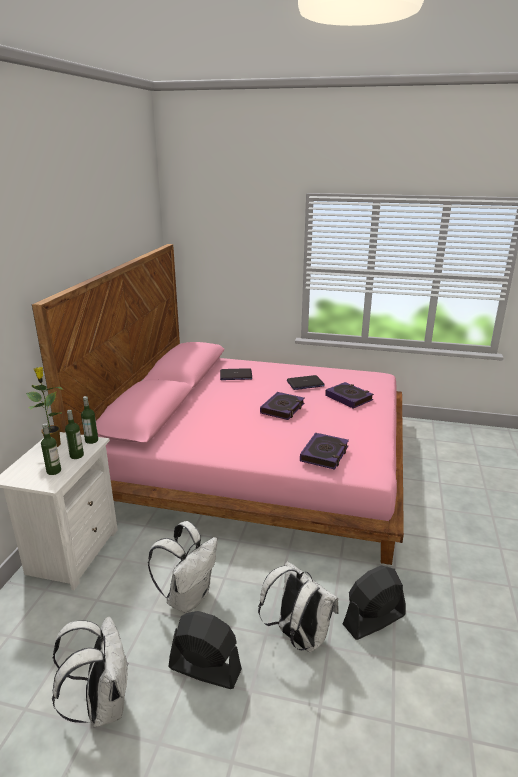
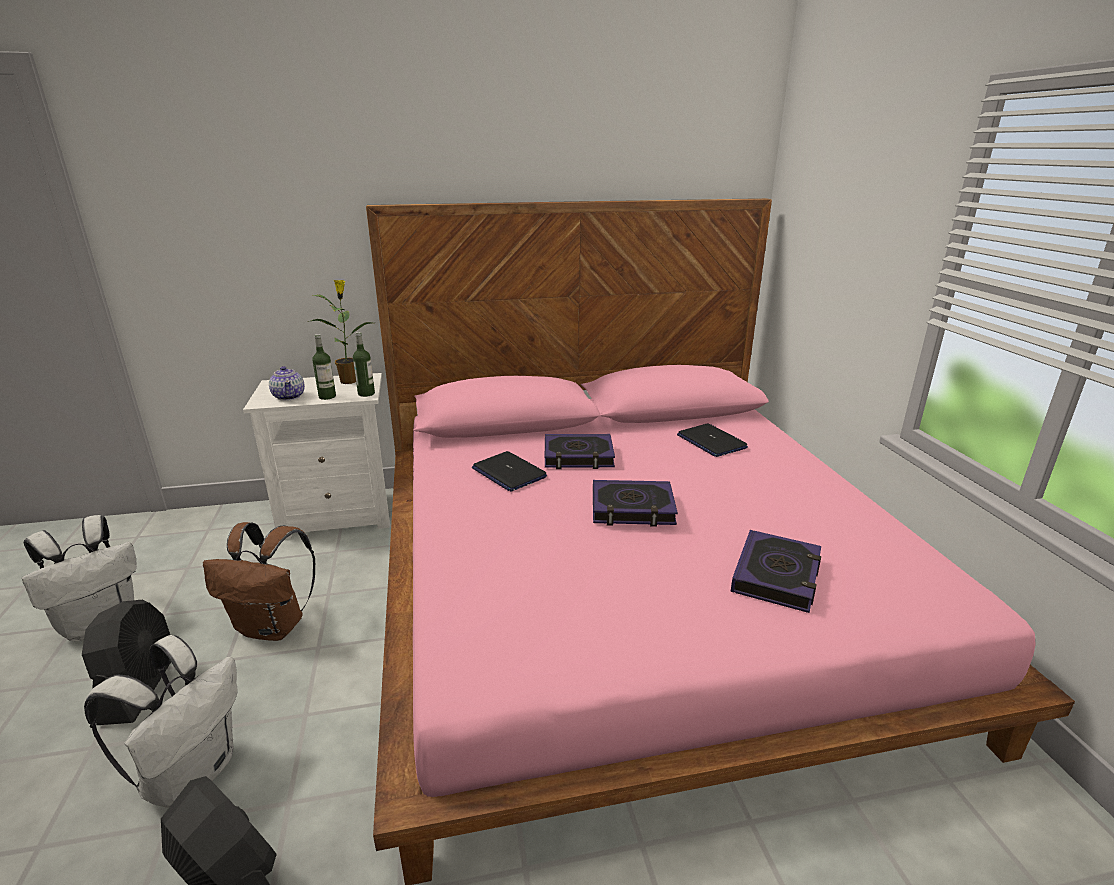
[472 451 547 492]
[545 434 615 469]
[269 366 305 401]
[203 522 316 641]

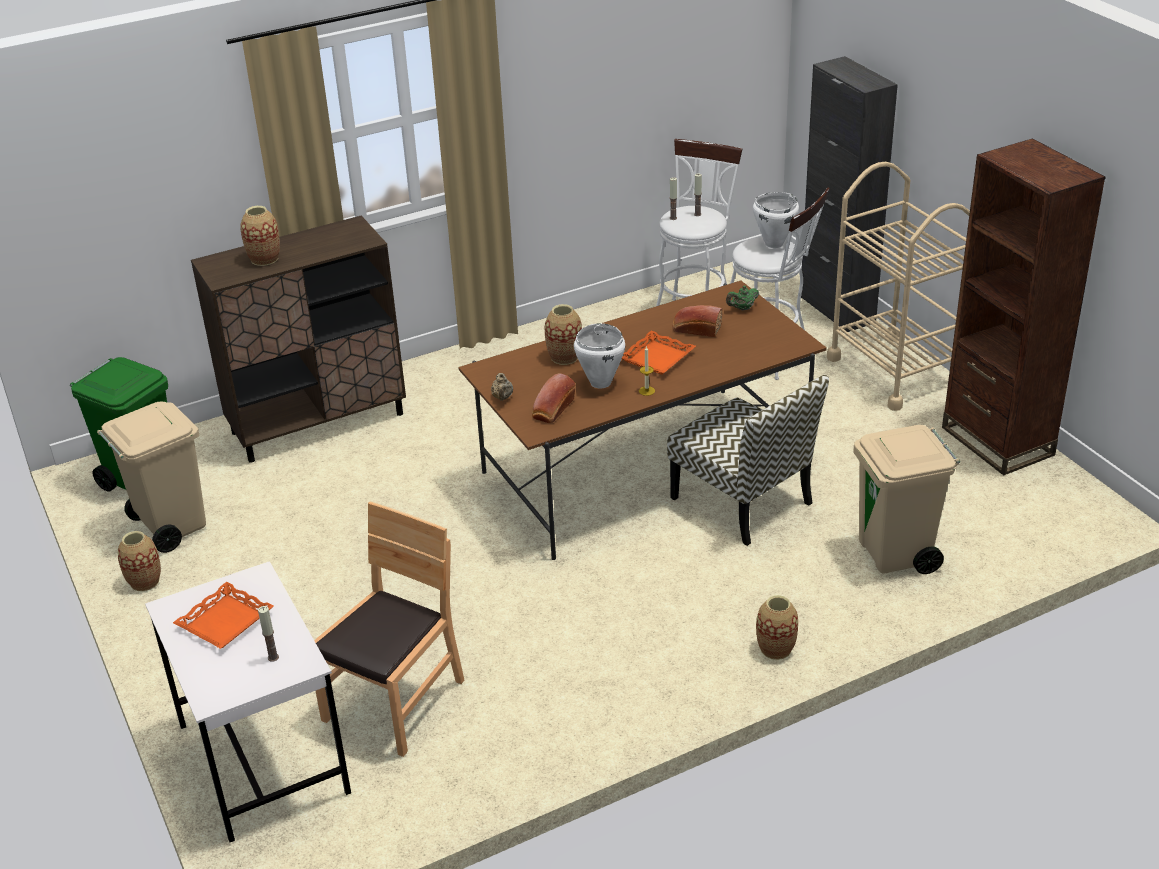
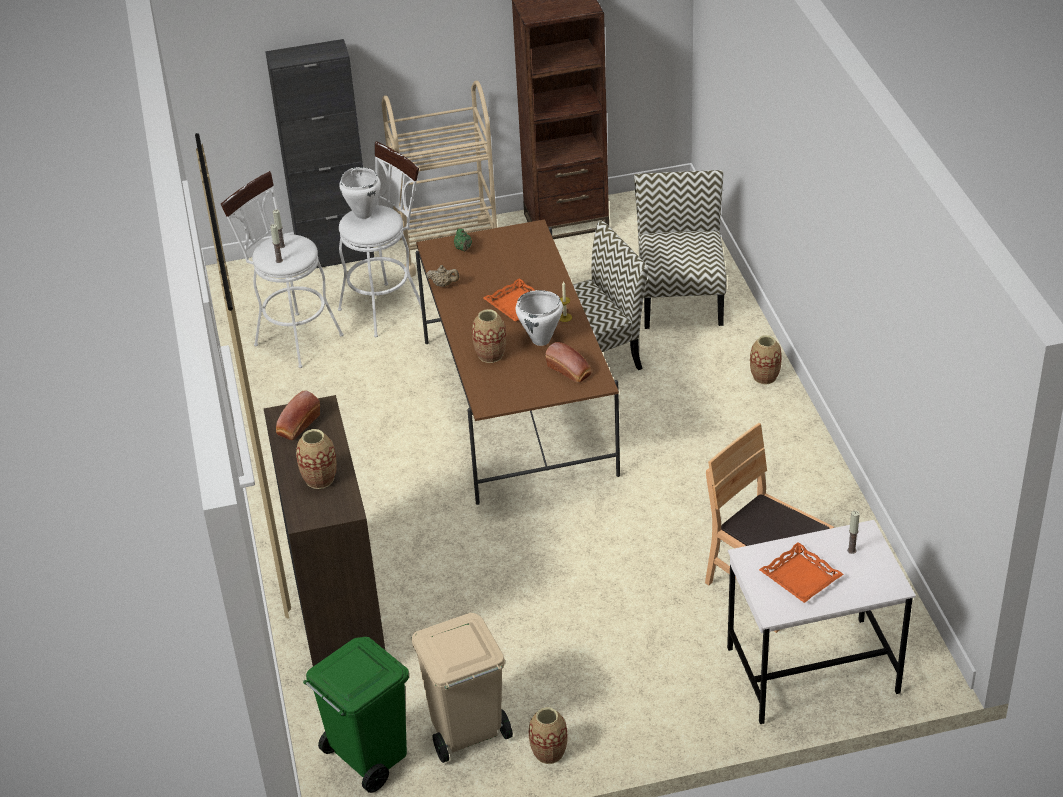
[426 265 460 287]
[276 390 320 440]
[634 170 727 329]

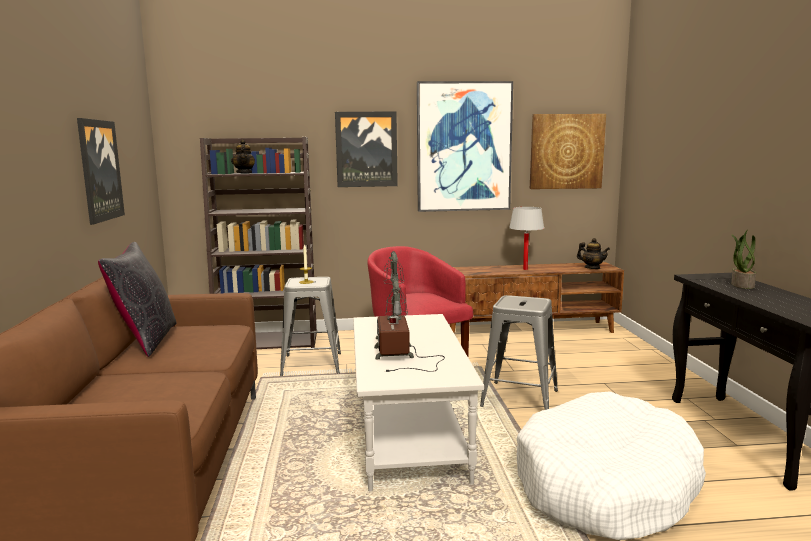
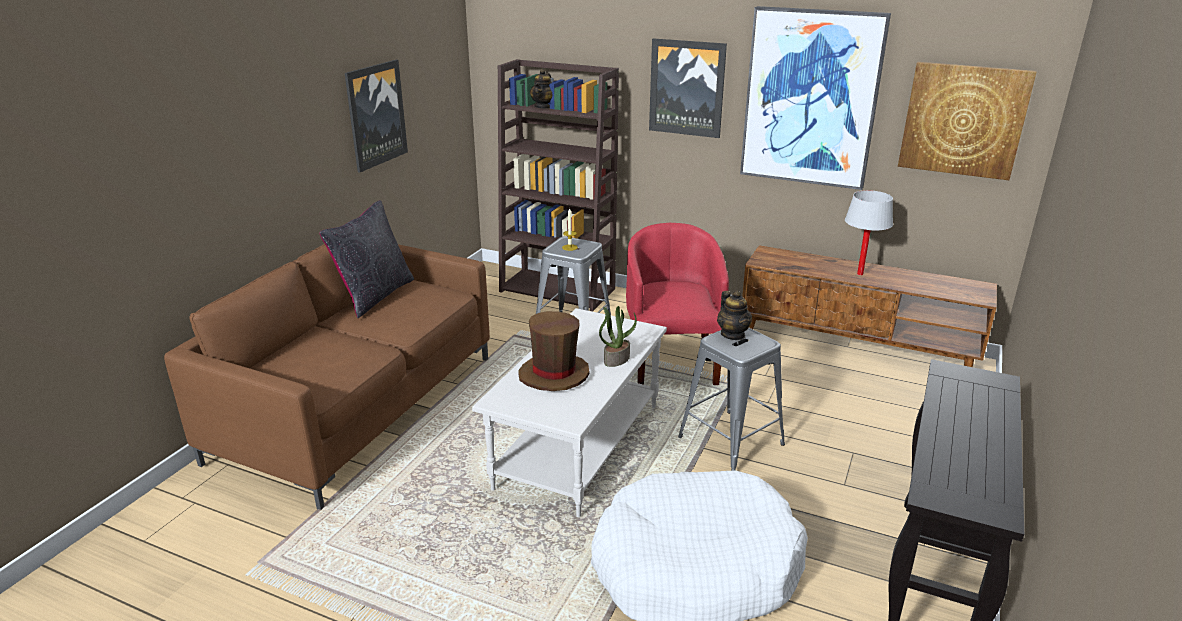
[717 291 752 340]
[599 306 637 367]
[518 311 589 391]

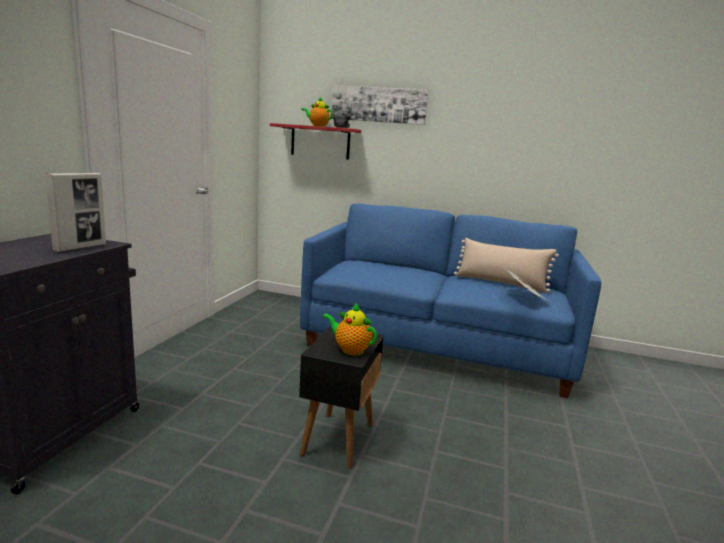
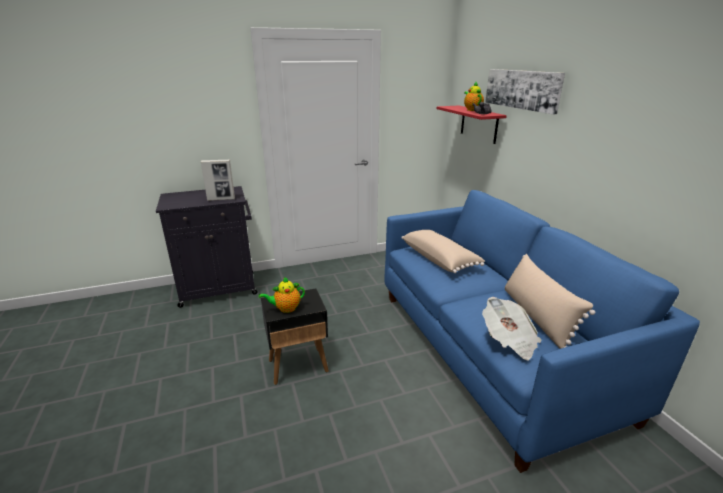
[401 230 485 273]
[259 277 305 313]

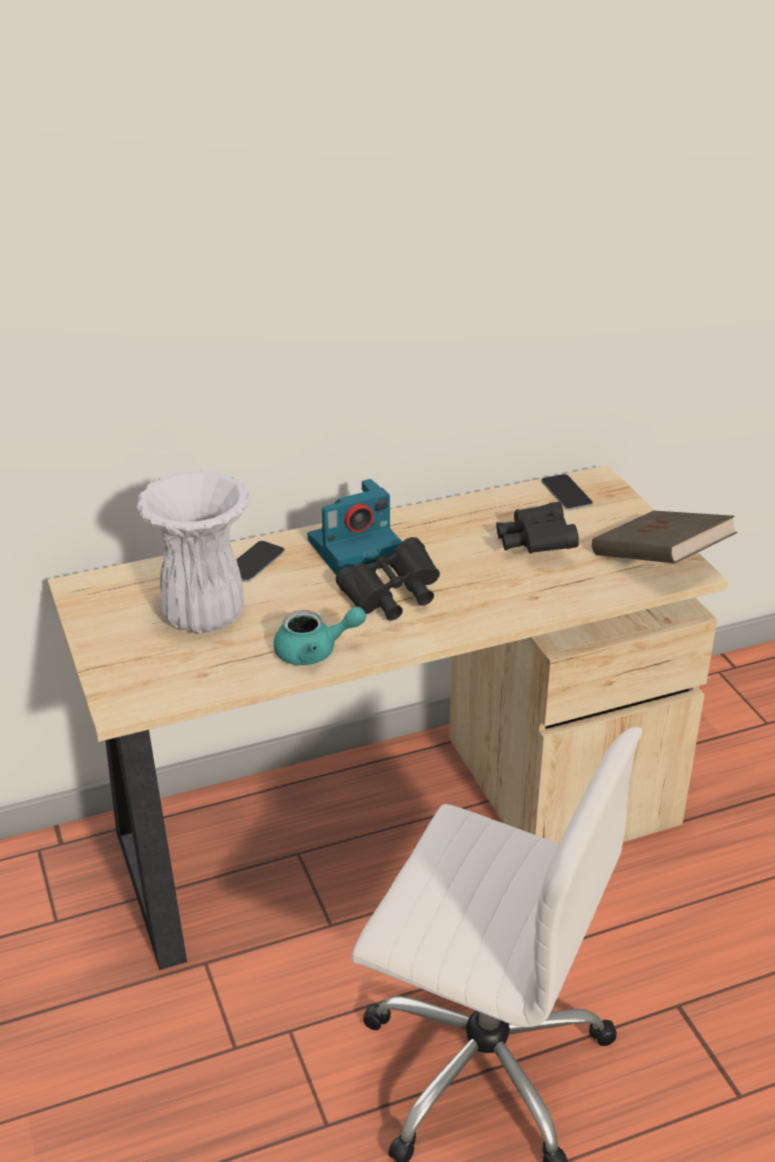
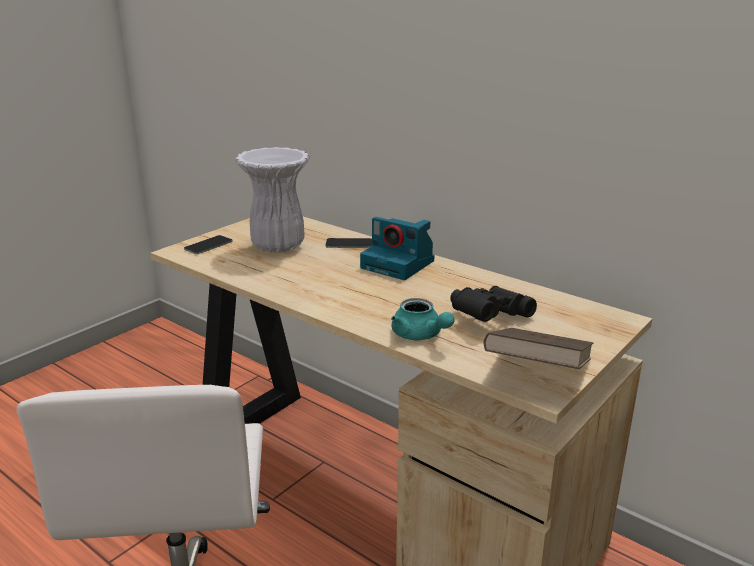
[336 537 440 621] (first image)
[391 298 454 340]
[184 235 232 254]

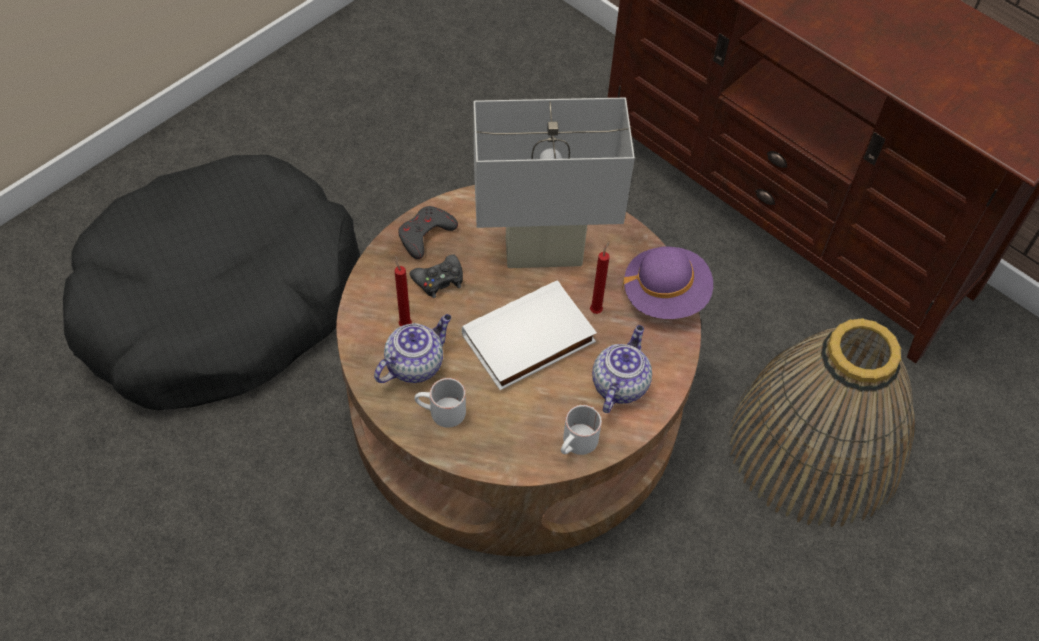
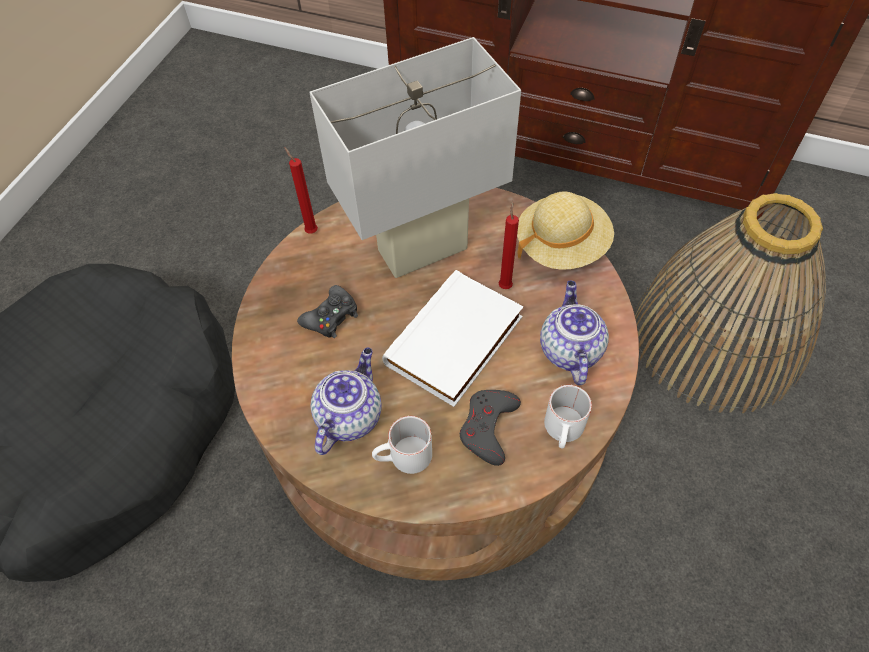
[285 147 318 234]
[460 390 521 466]
[517 191 614 270]

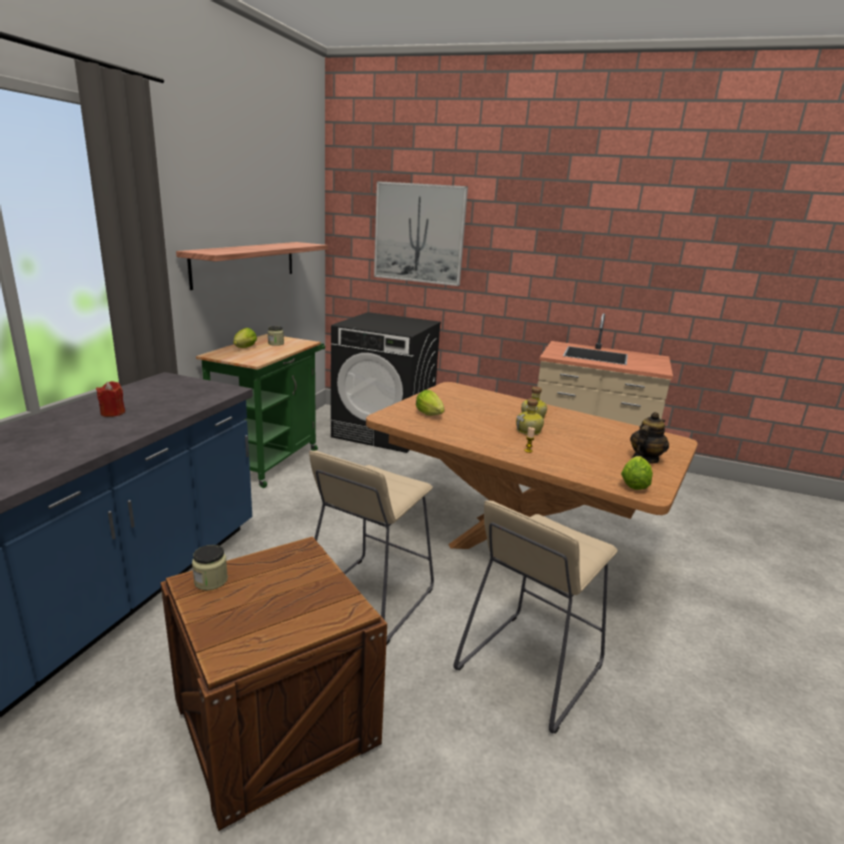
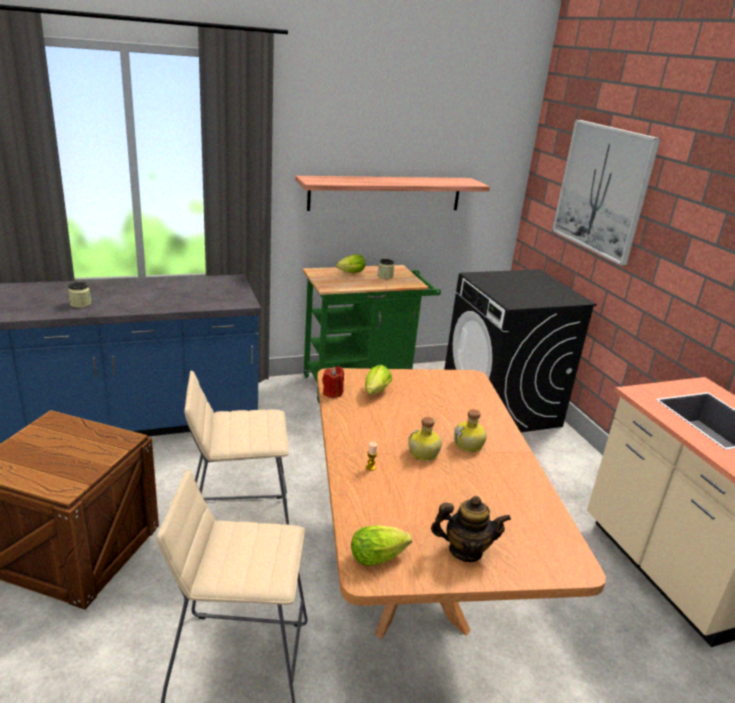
[322 366 344 398]
[68 282 91 308]

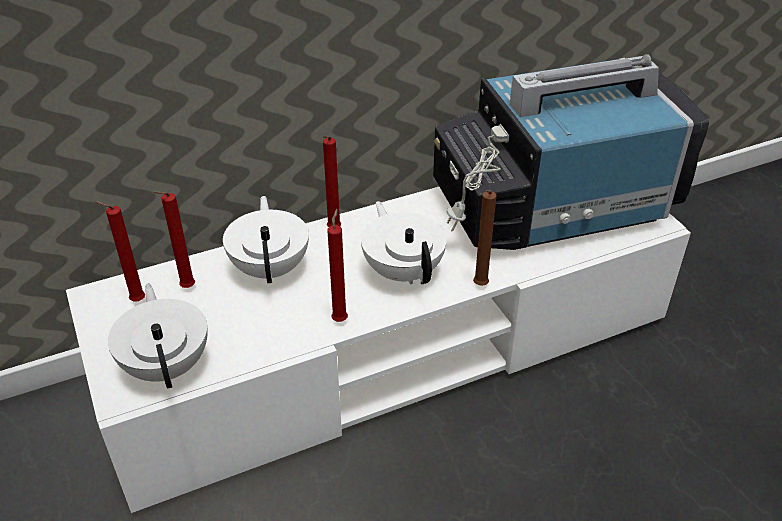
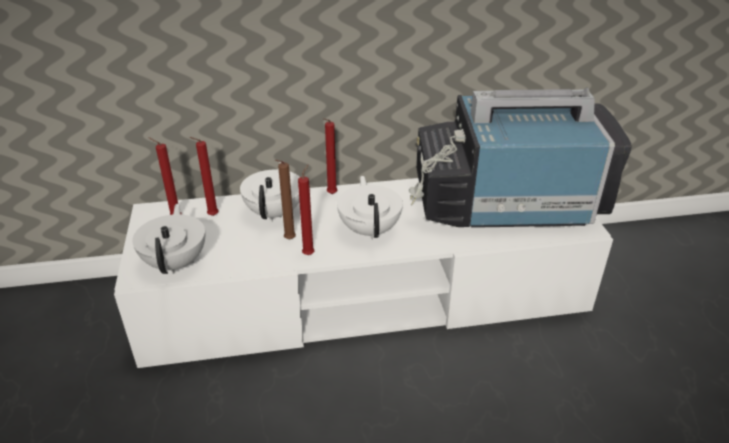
[275 160 296 239]

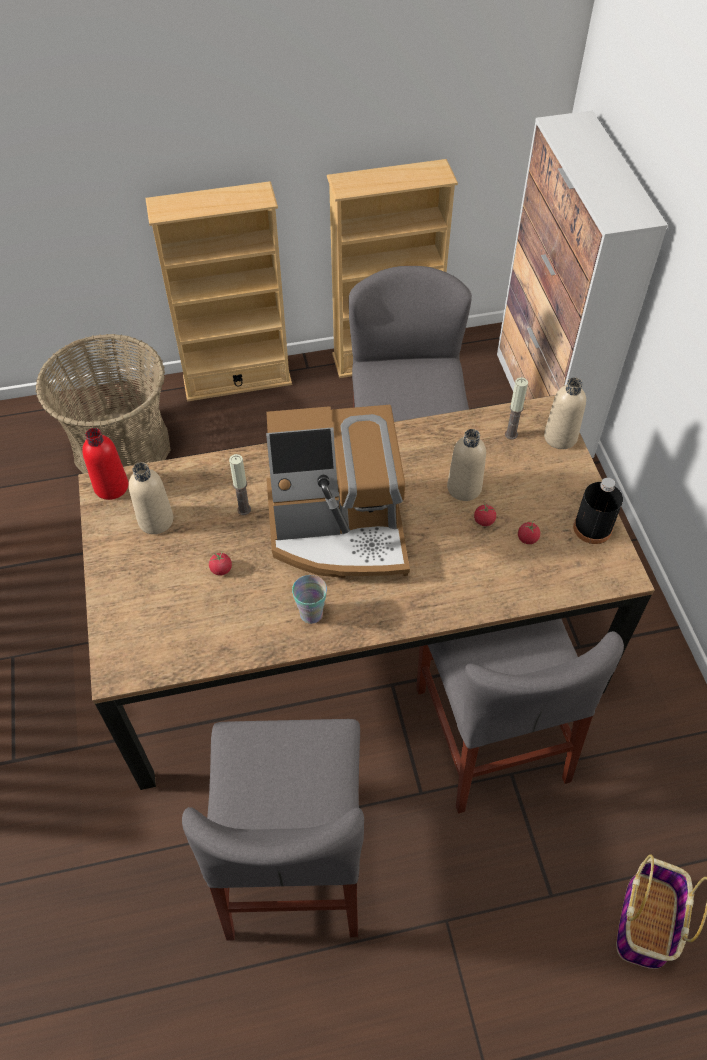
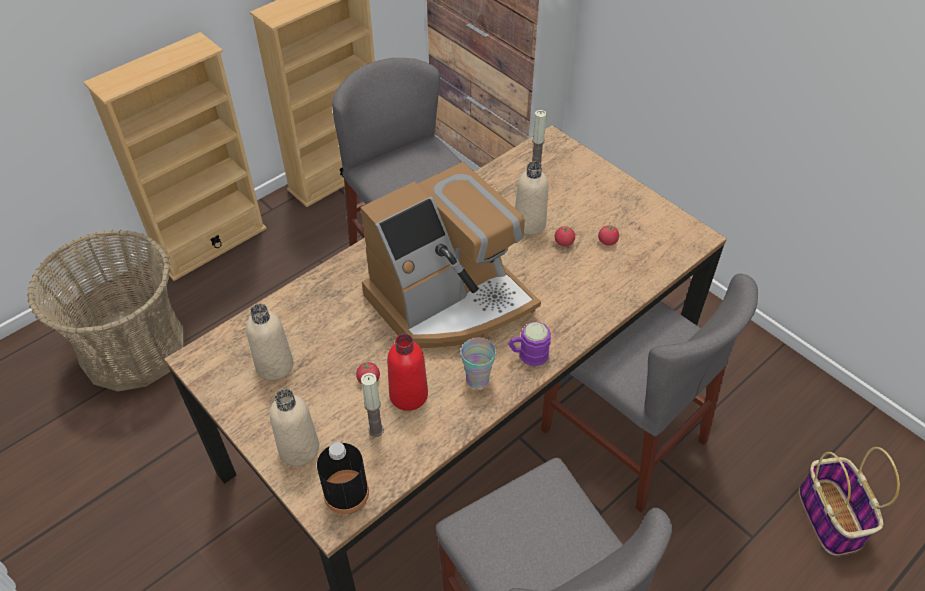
[508 322 551 366]
[387 334 428 411]
[361 373 384 437]
[270 389 319 466]
[317 442 369 514]

